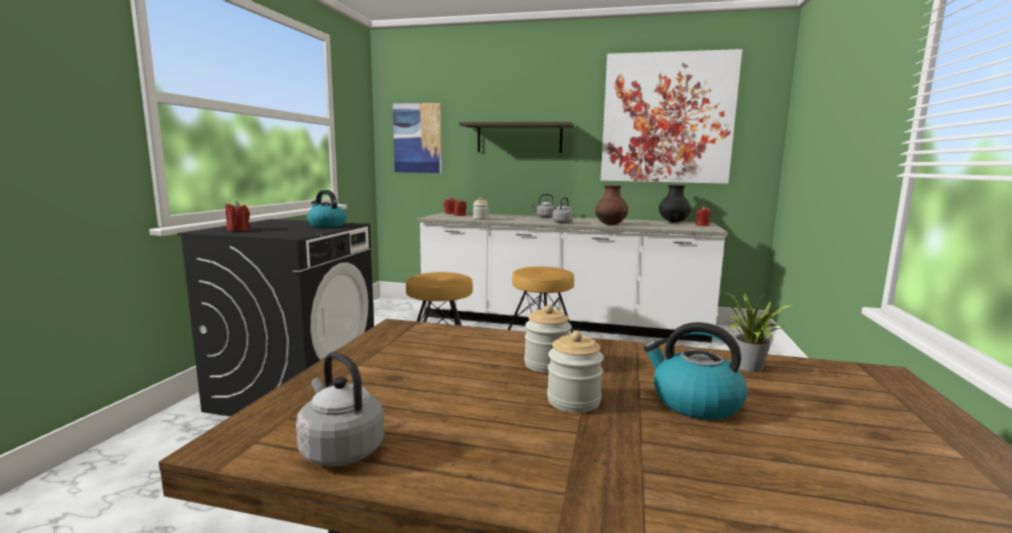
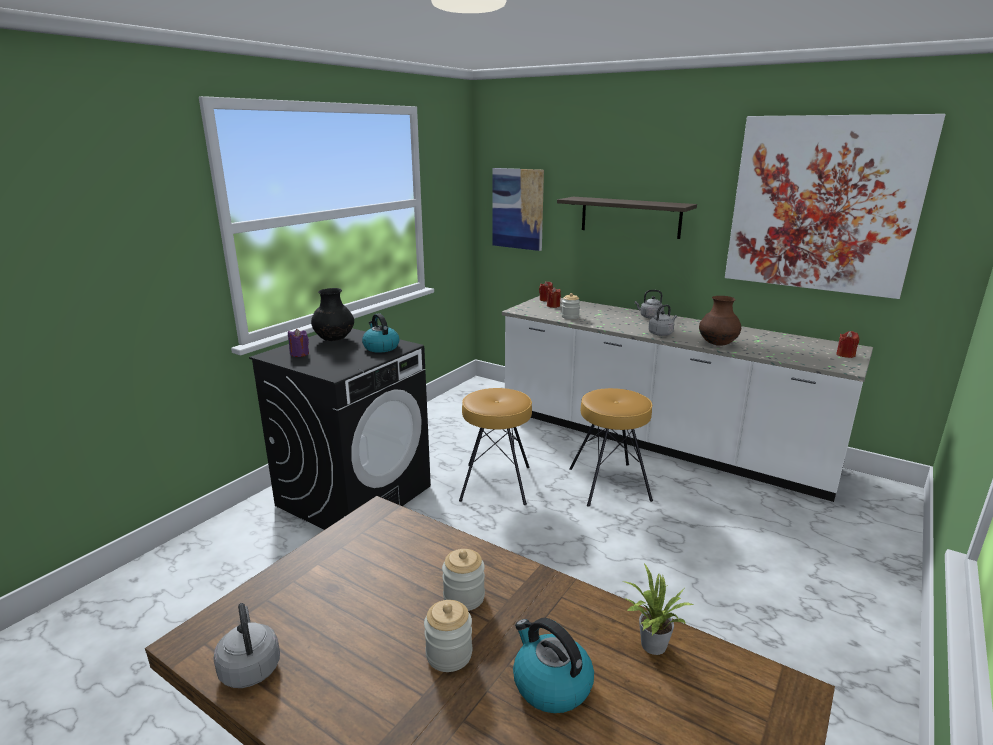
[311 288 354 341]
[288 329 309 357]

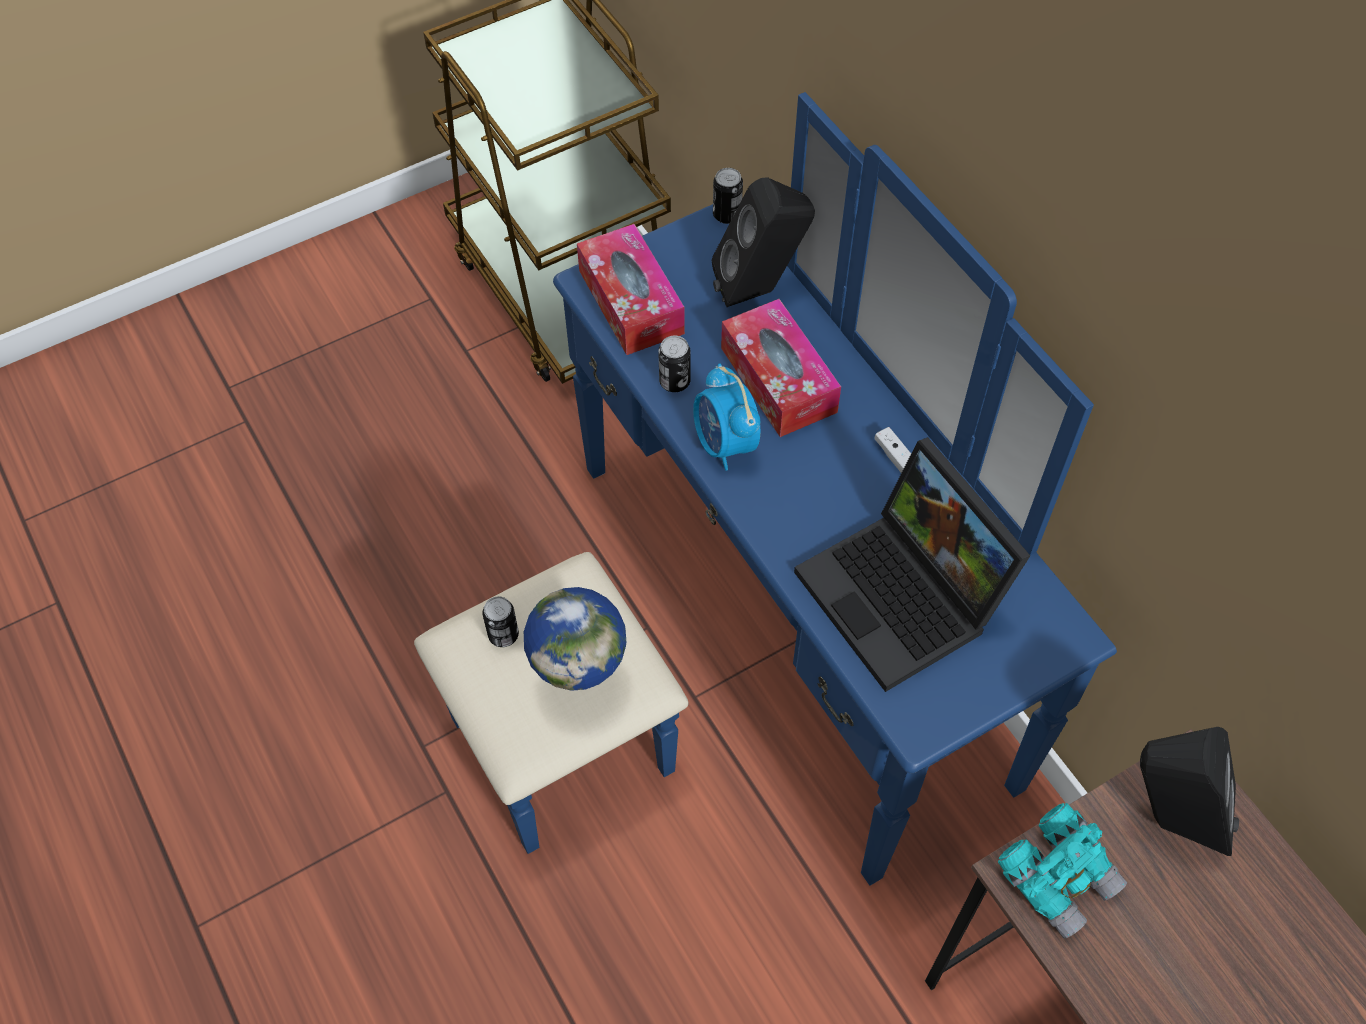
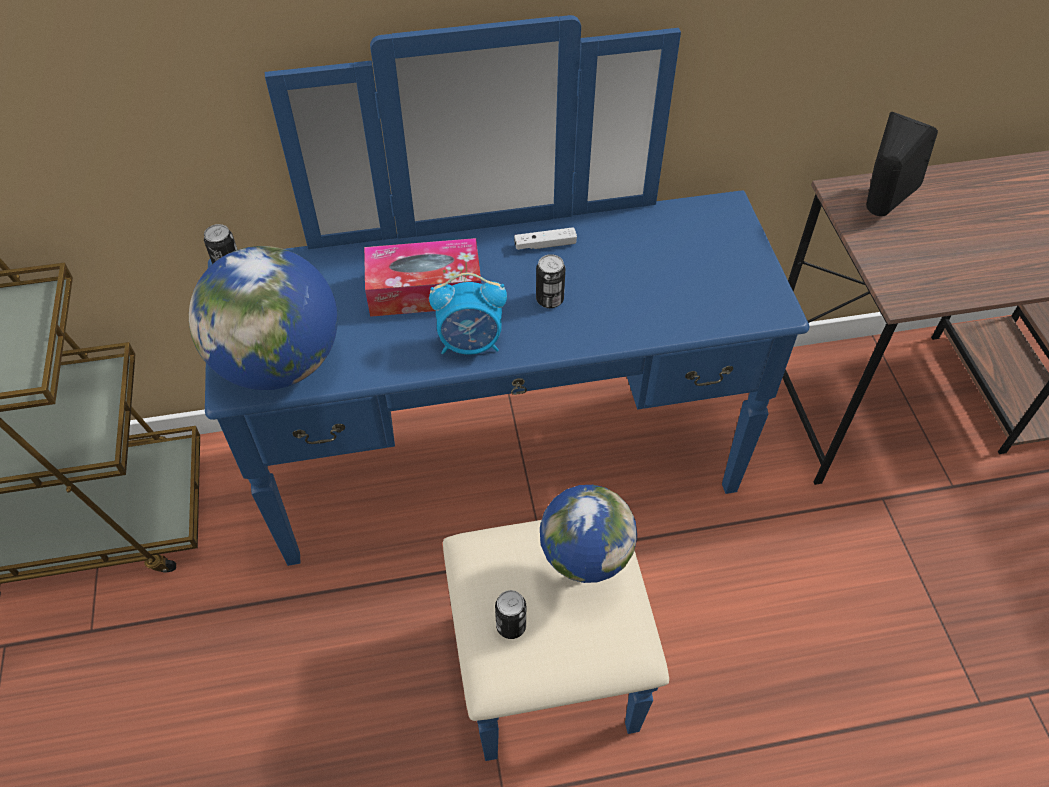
[712 177 815 307] (first image)
[794 437 1030 692] (first image)
[998 803 1127 939] (first image)
[536 254 565 308]
[189 246 338 390]

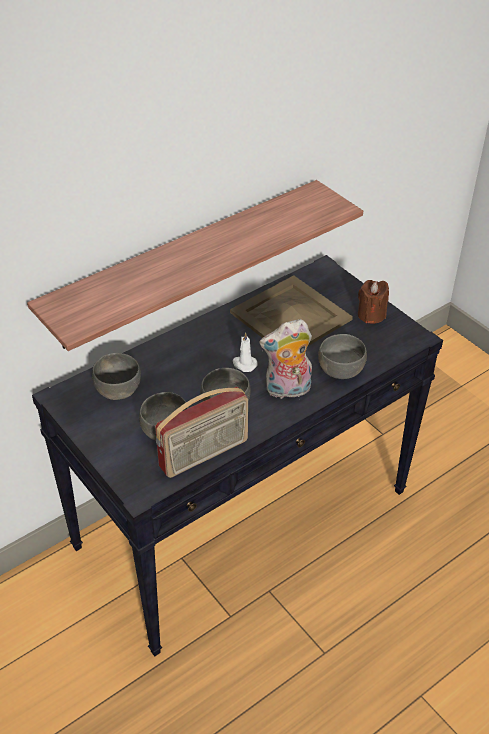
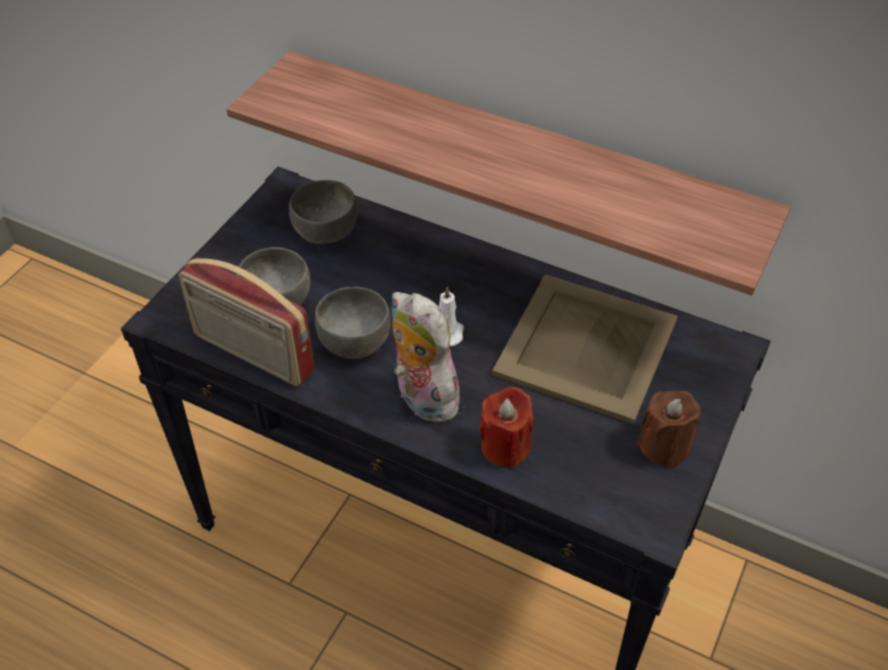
[479 387 534 468]

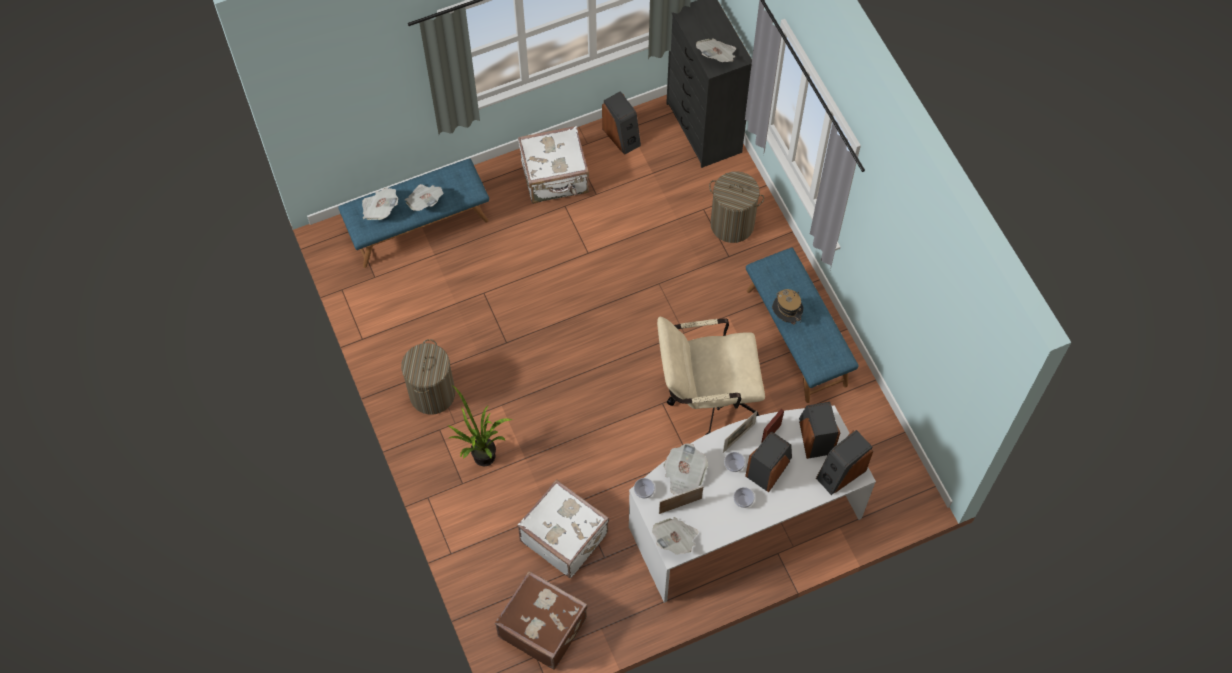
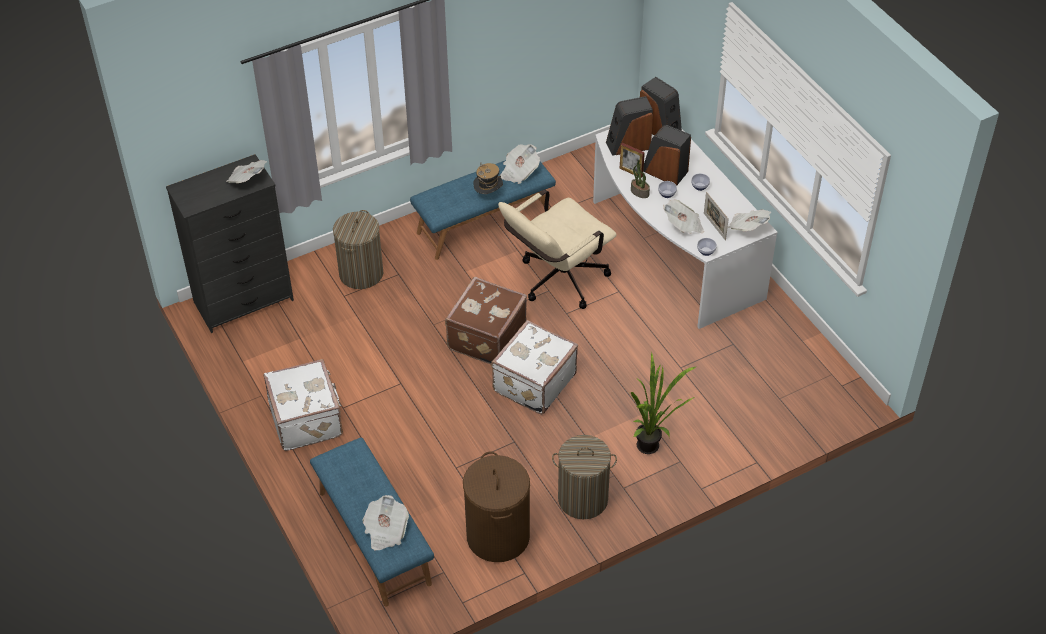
[602 91 641 155] (first image)
[463 452 530 562]
[500 144 540 184]
[445 277 527 365]
[491 320 578 414]
[631 160 650 198]
[498 190 617 309]

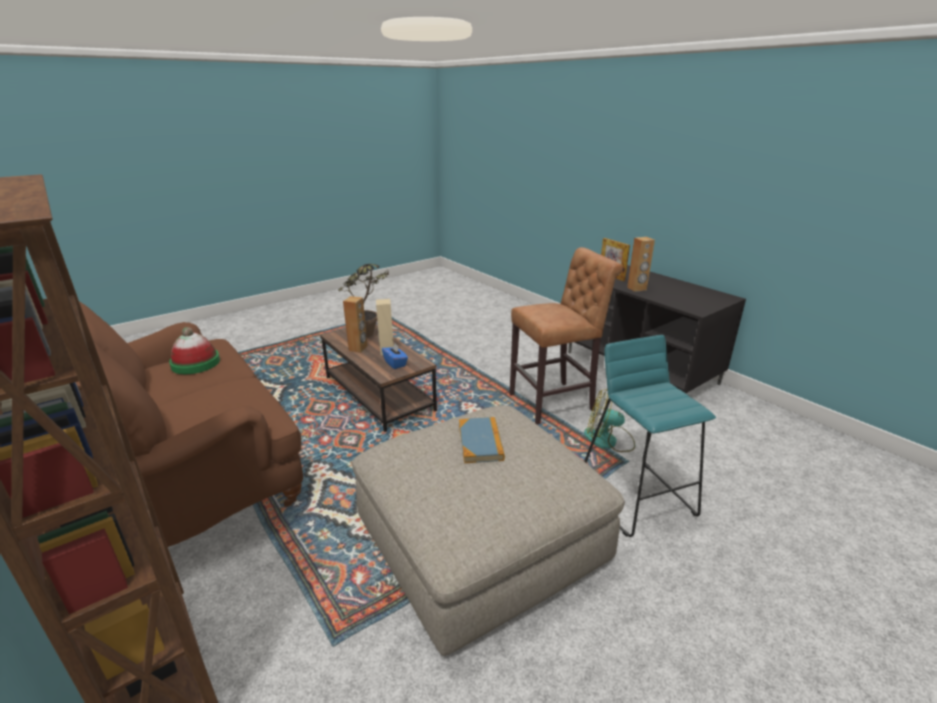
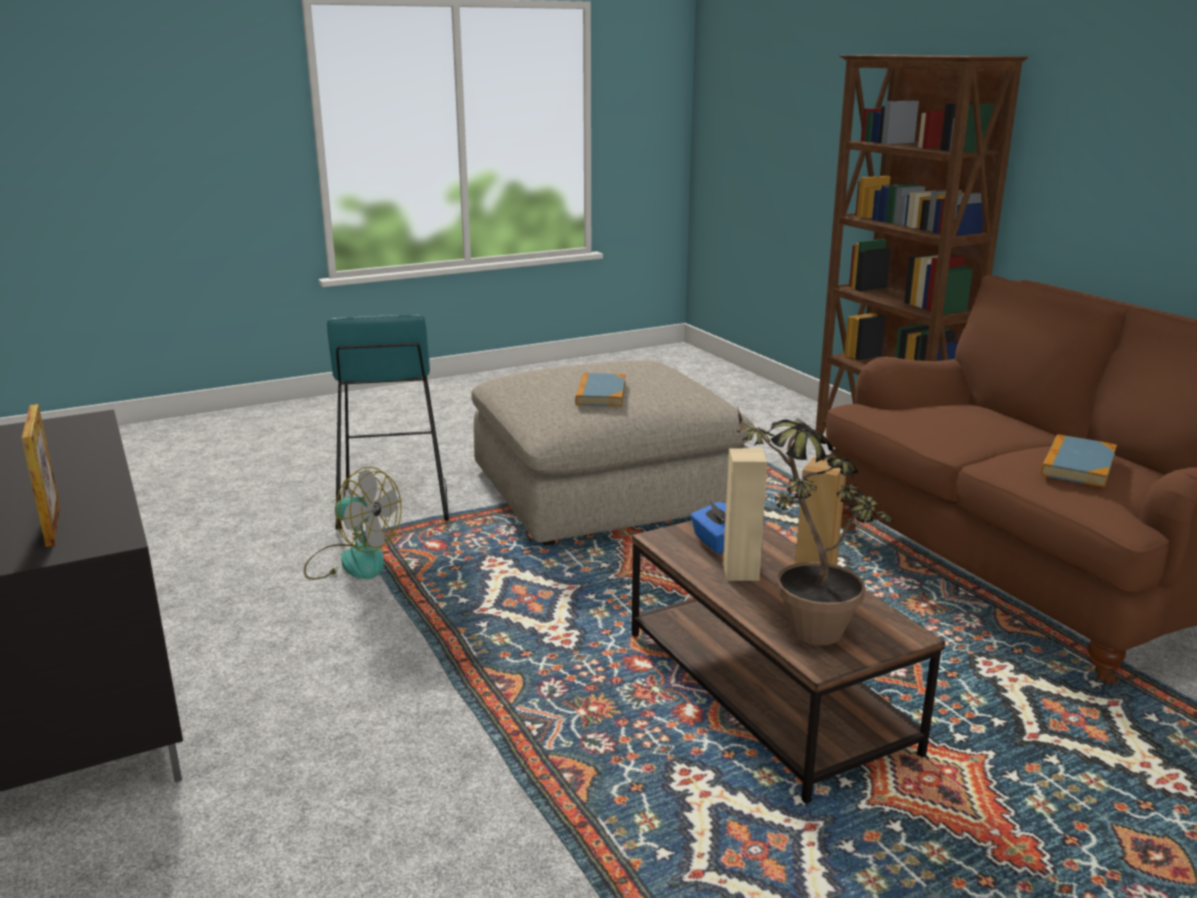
[509 247 623 425] (first image)
[627 237 655 292] (first image)
[1041 434 1117 487]

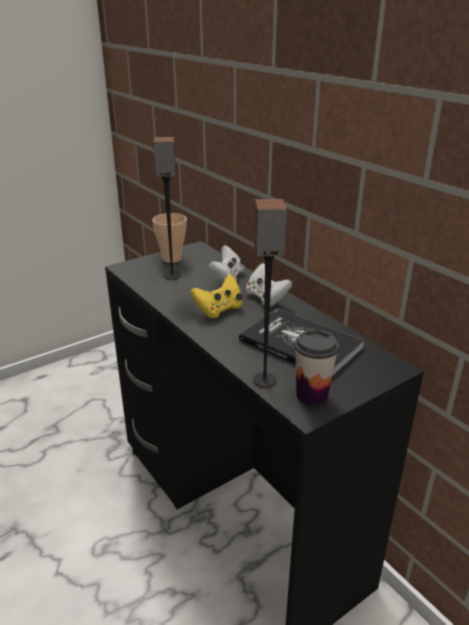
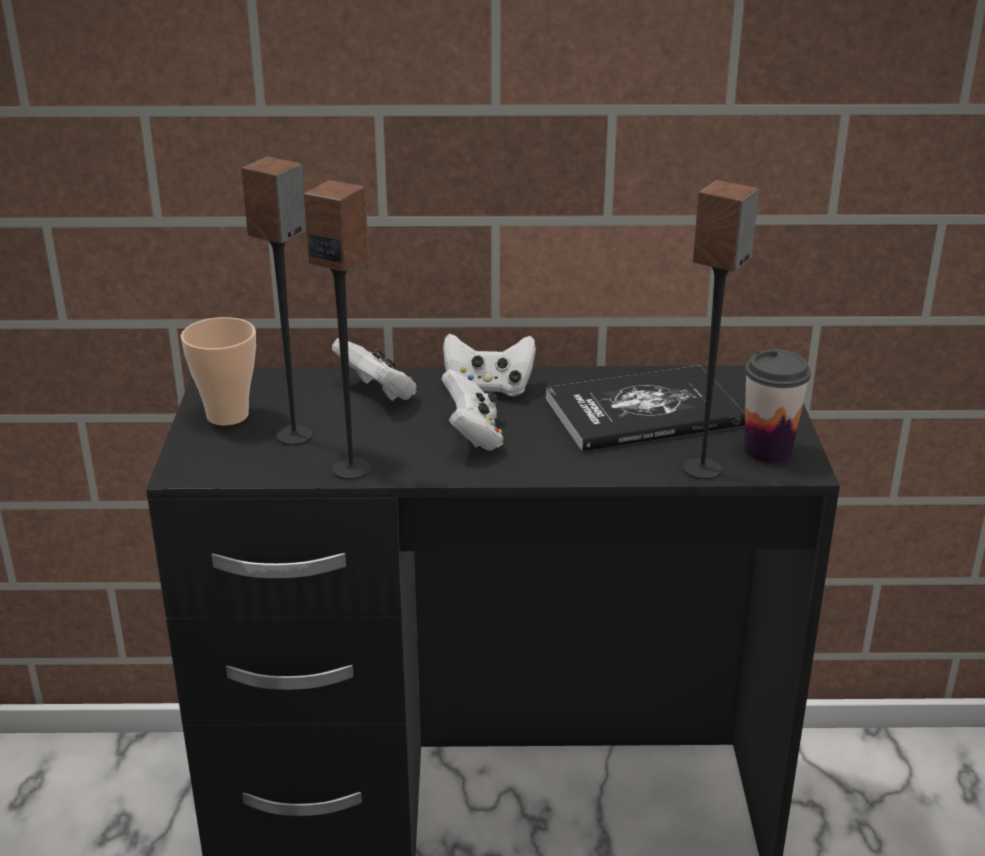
[304 180 371 480]
[441 370 503 451]

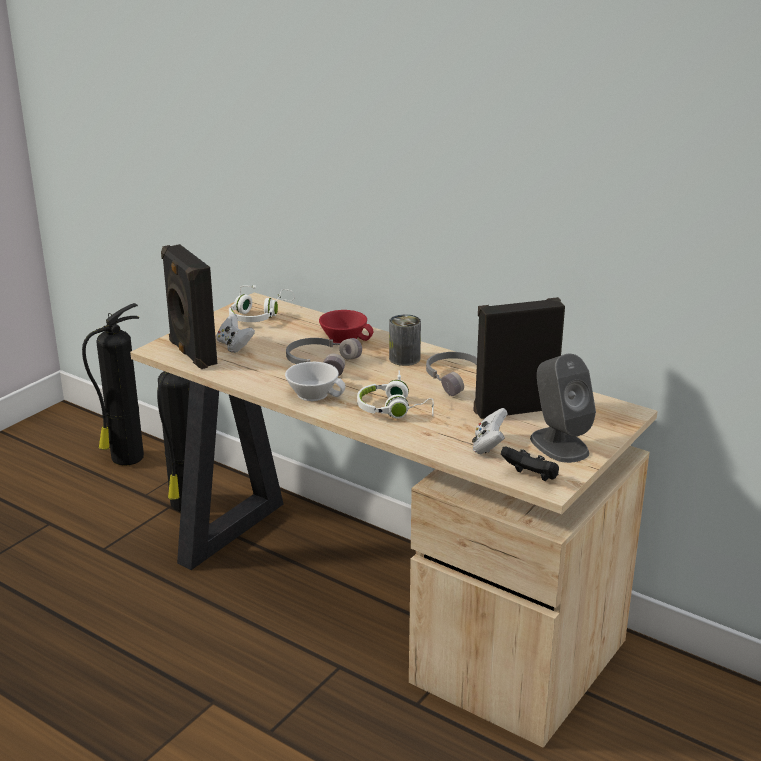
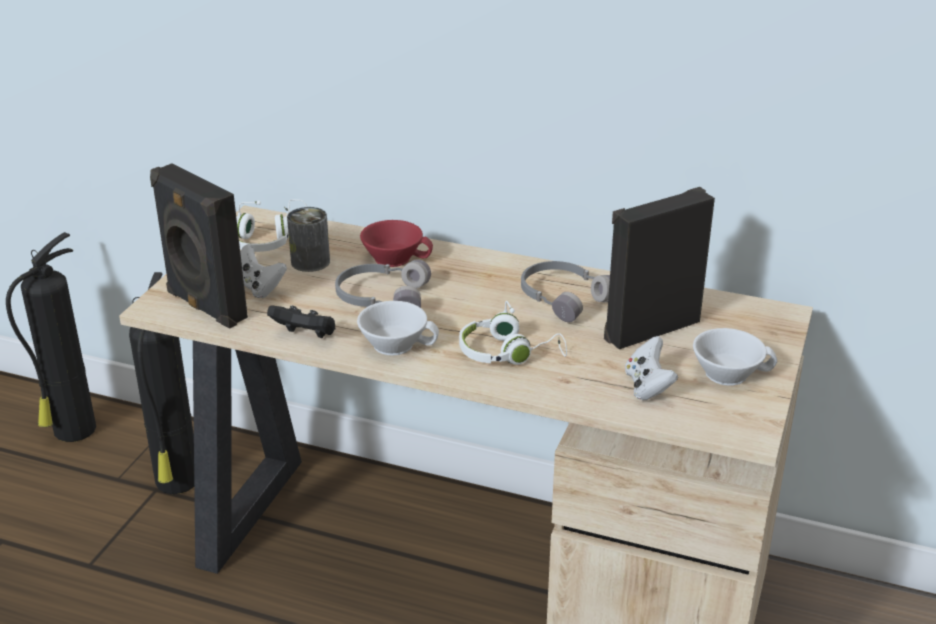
[287 207 330 272]
[267 305 336 338]
[693 328 777 386]

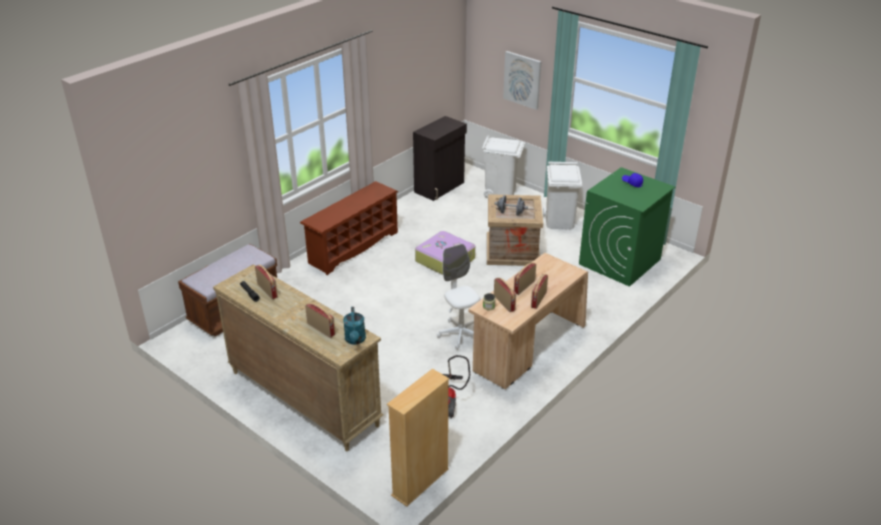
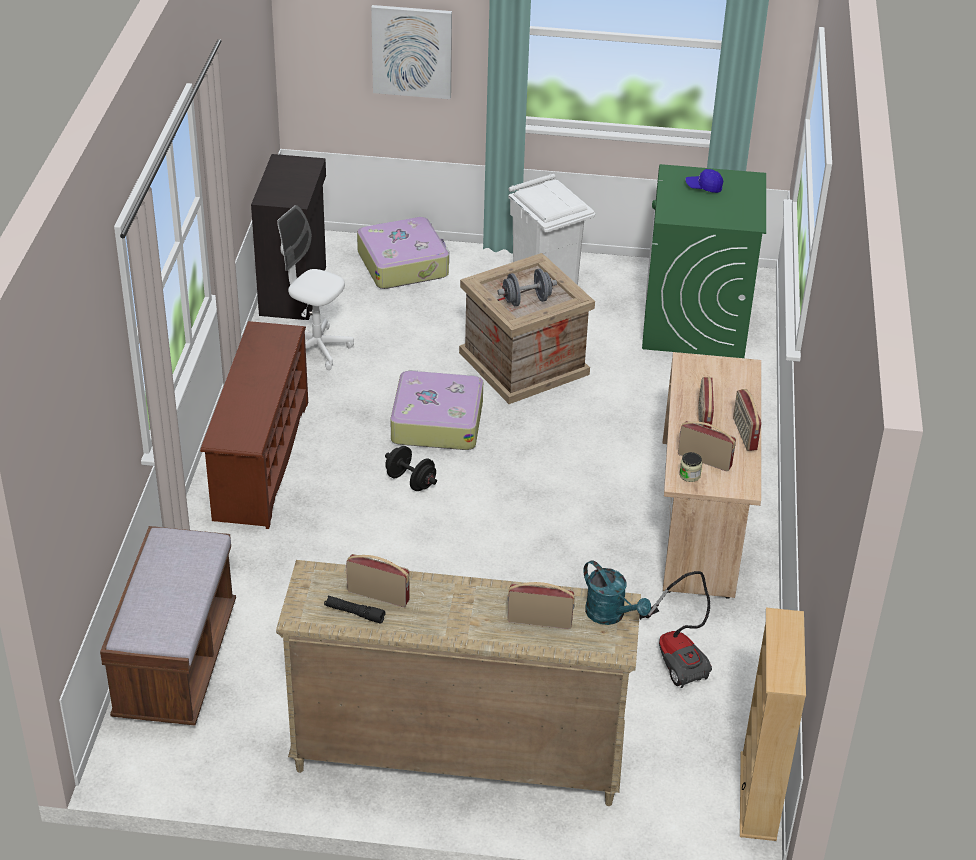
[385 446 437 491]
[277 205 354 370]
[357 217 450 289]

